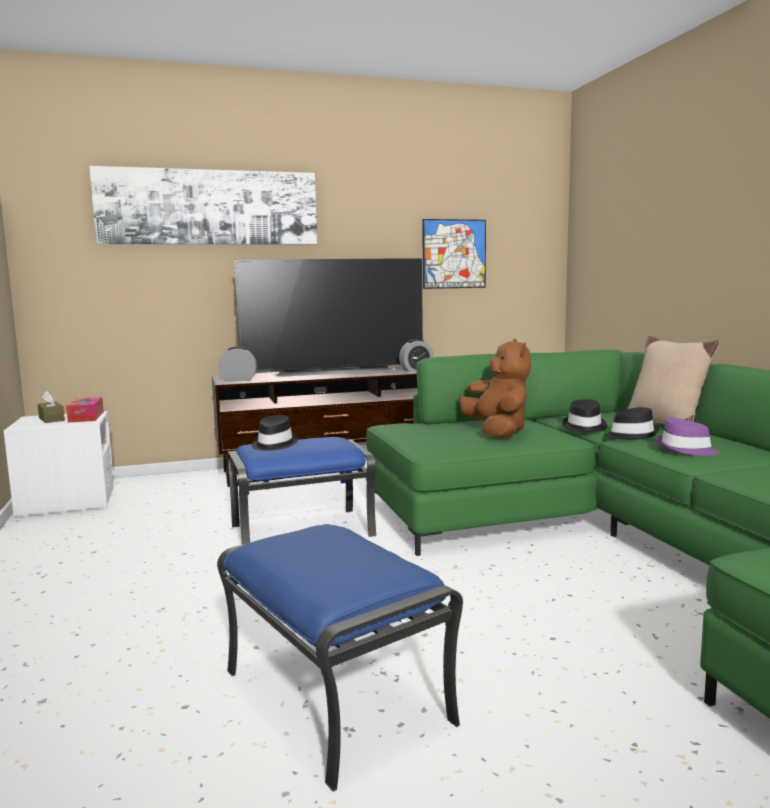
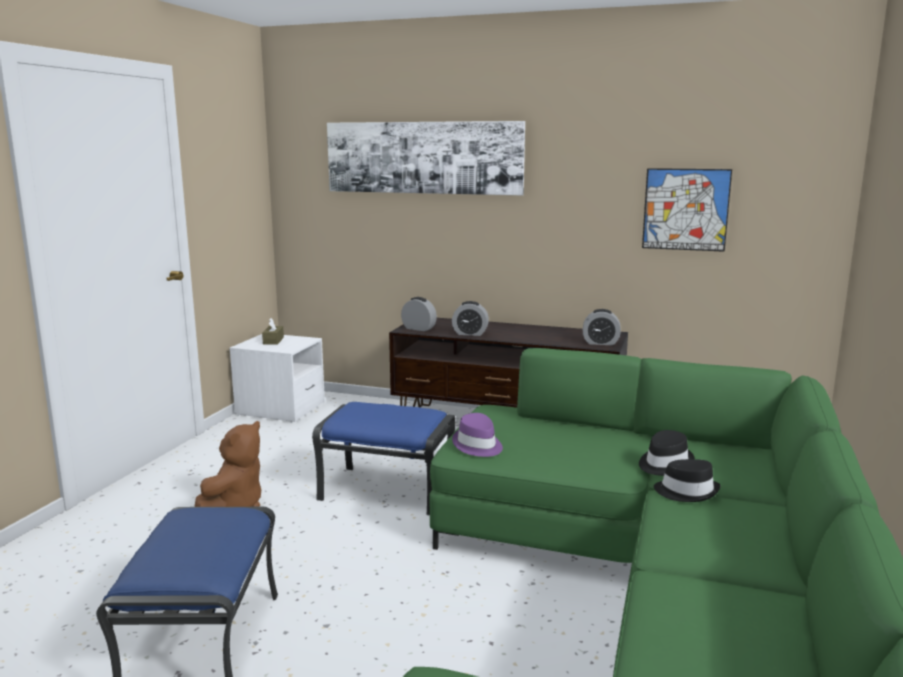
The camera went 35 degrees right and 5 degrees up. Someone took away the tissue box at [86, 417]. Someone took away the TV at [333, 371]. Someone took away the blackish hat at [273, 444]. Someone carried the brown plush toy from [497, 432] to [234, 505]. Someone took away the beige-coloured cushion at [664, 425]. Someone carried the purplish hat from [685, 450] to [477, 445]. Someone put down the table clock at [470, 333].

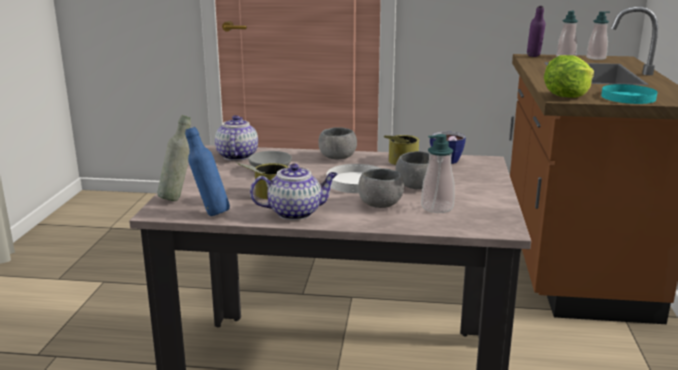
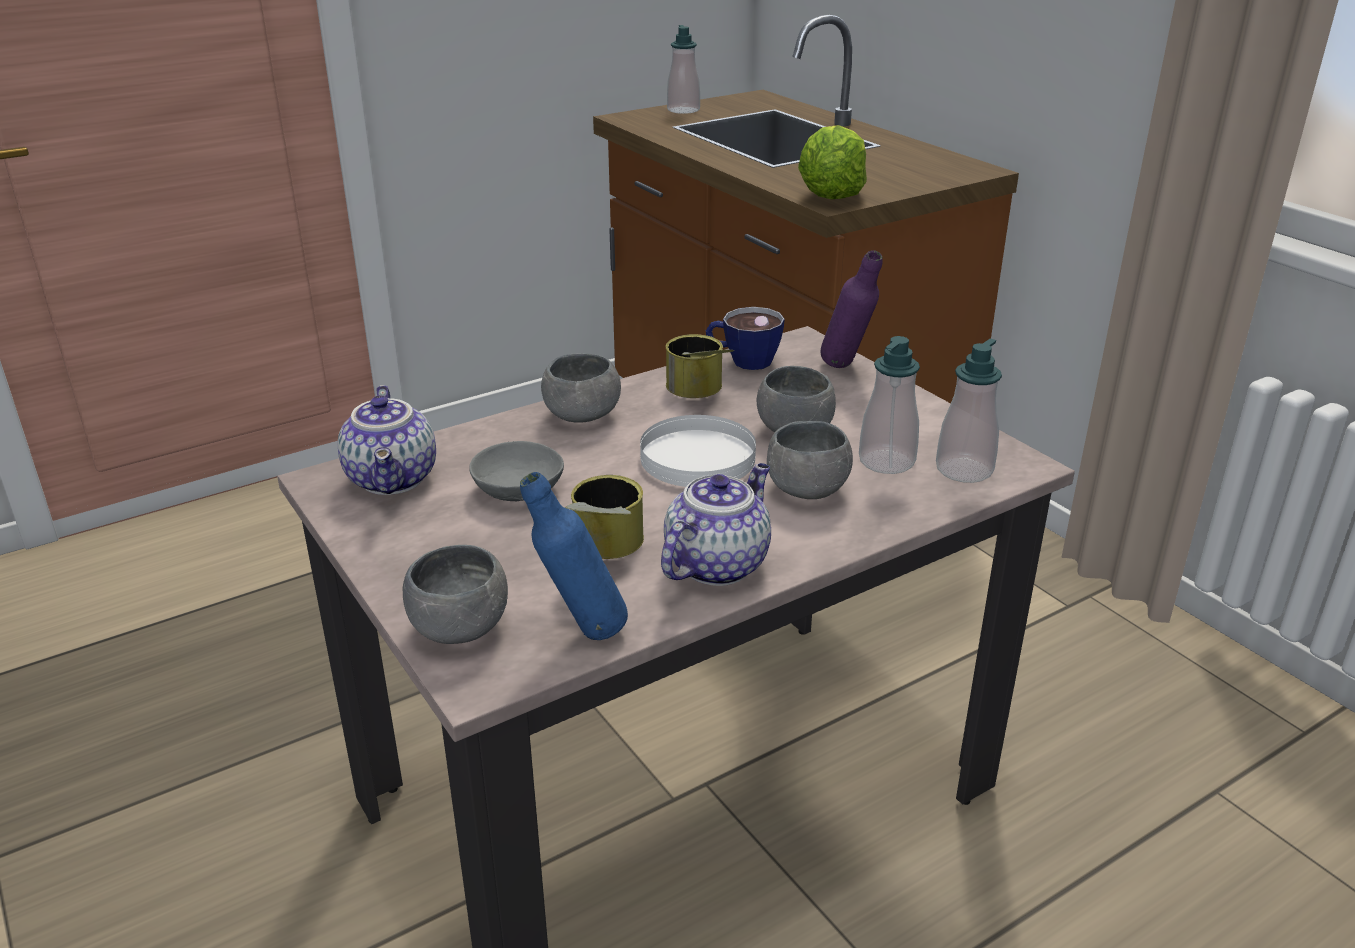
The camera went 40 degrees left and 10 degrees up. Someone swapped the grey beverage bottle at [178, 198] for the grey deep dish at [459, 627]. Someone rotated the tea pot at [236, 156] by 150 degrees counterclockwise. Someone carried the purplish beverage bottle from [534, 57] to [846, 369]. Someone carried the soap bottle from [596, 58] to [964, 470]. Someone took away the turquoise-coloured flat dish at [628, 97].

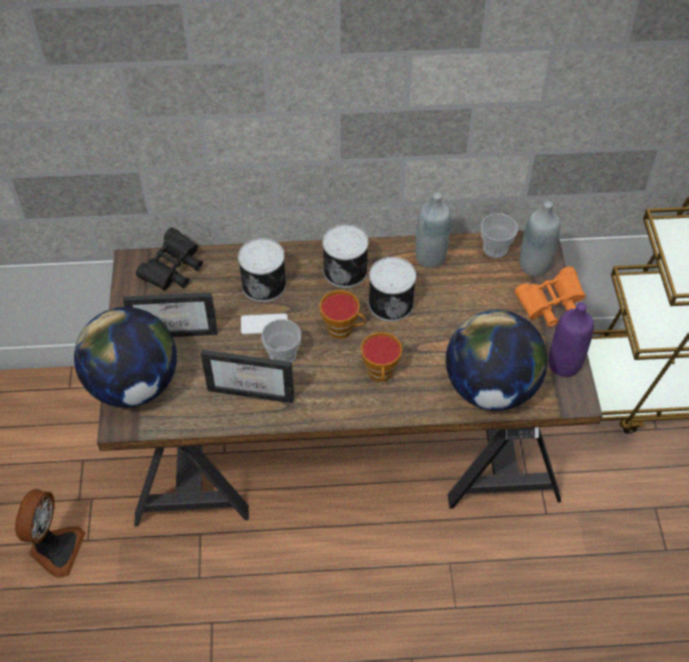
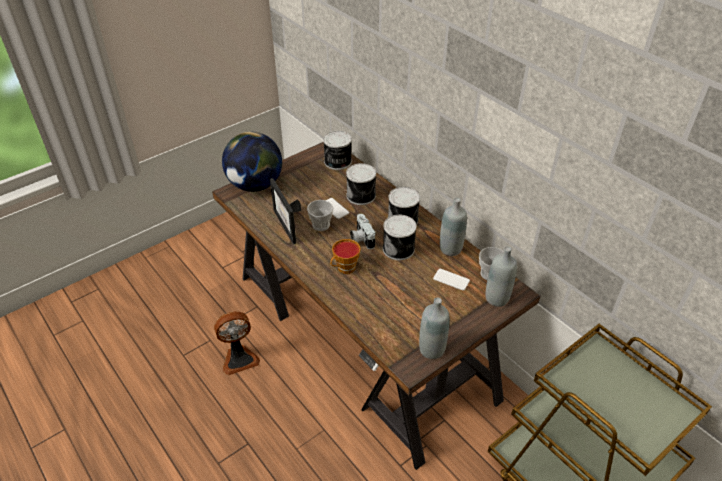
The camera went 55 degrees right and 10 degrees down. Someone carried the fan from [55, 549] to [239, 358]. Someone took away the photo frame at [177, 328]. Someone swapped the blackish pair of binoculars at [173, 270] for the metal can at [337, 162]. Someone swapped the cup at [343, 329] for the photo camera at [361, 239]. Someone took away the globe at [490, 388]. Someone took away the orange-coloured pair of binoculars at [550, 306]. Someone repainted the purplish beverage bottle at [564, 364], which became the grey beverage bottle at [431, 349]. Someone put down the handset at [451, 280].

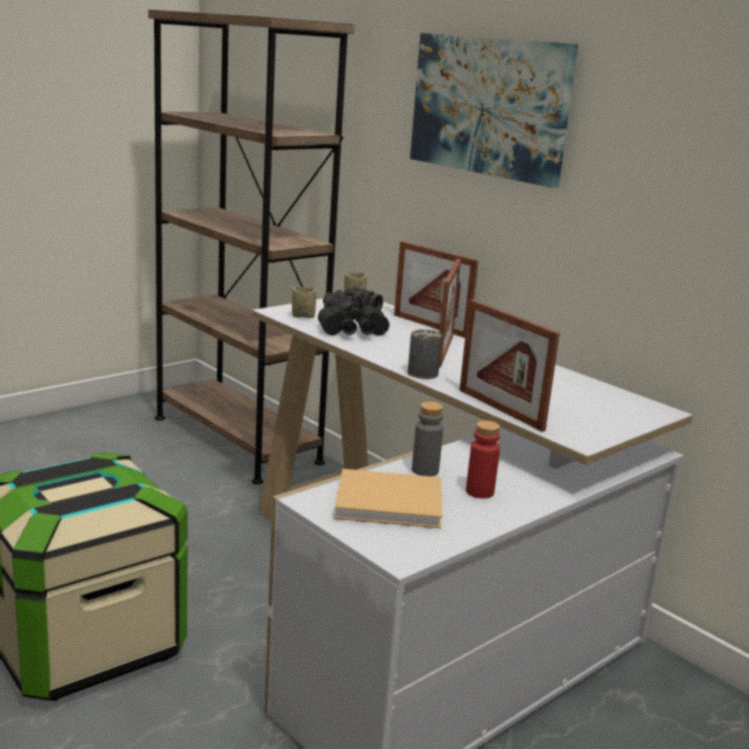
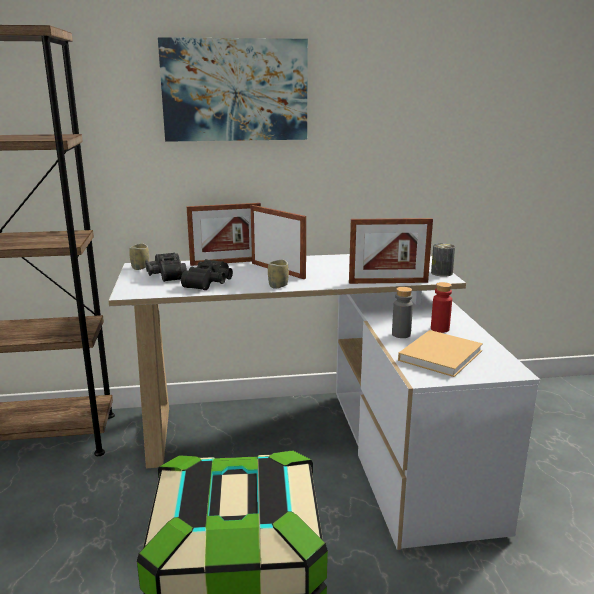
The camera went 55 degrees left and 0 degrees up. Someone carried the cup from [303, 316] to [278, 286]. Someone carried the metal can from [422, 373] to [441, 273].

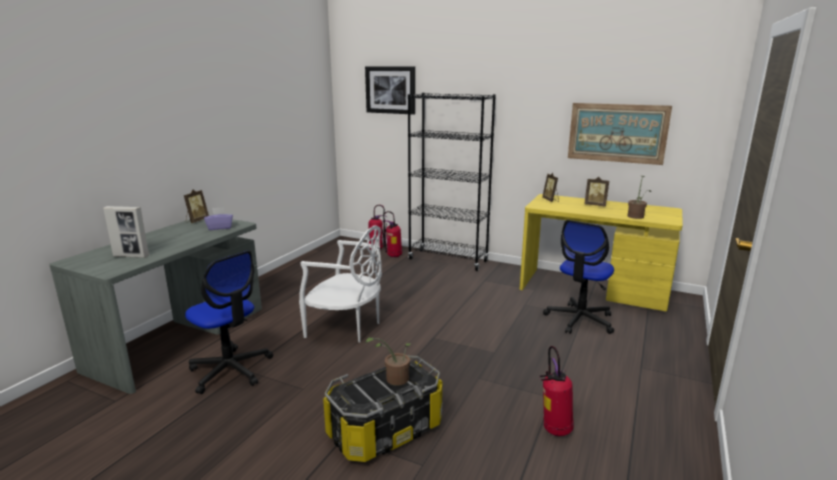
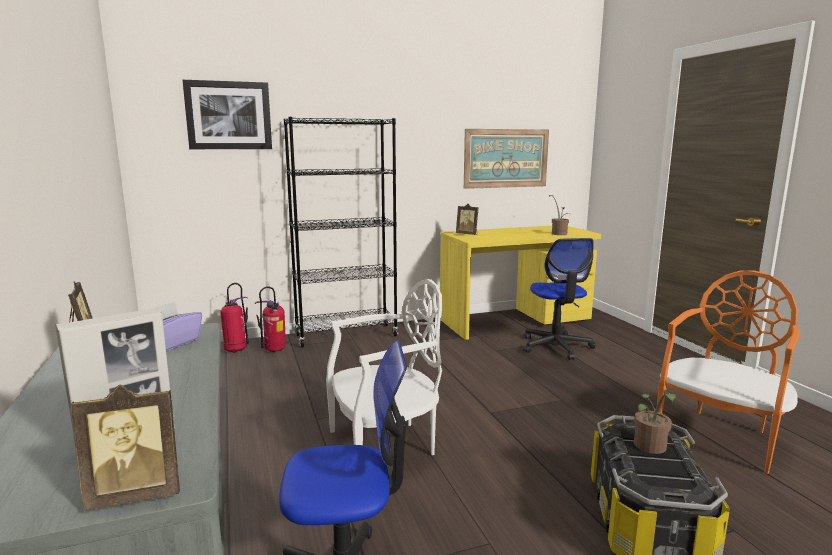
The camera went 45 degrees left and 5 degrees down. Someone swapped the fire-fighting cylinder at [554, 429] for the orange-coloured plain chair at [720, 436]. Someone carried the photo frame from [595, 205] to [137, 494].

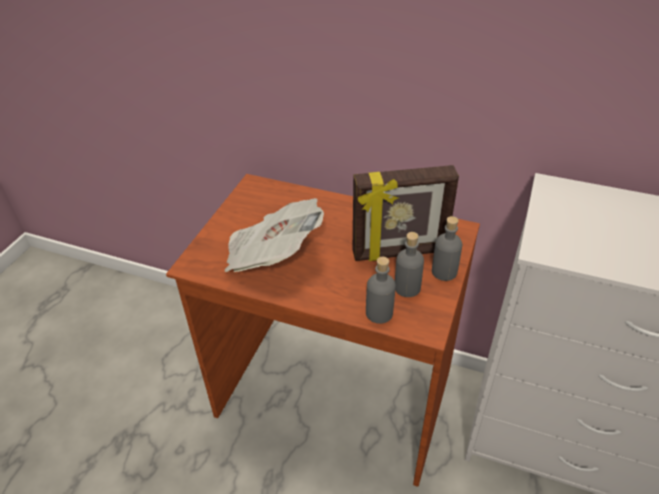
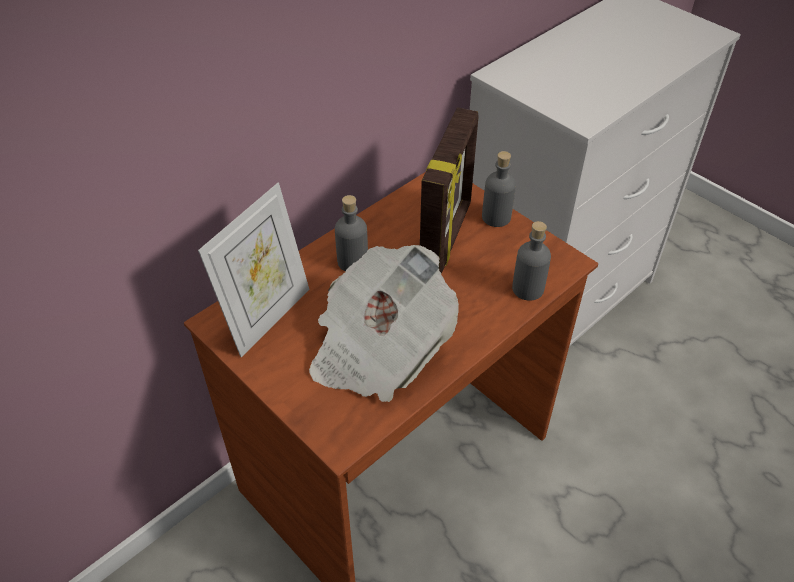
The camera went 65 degrees left and 5 degrees up. Someone carried the grey beverage bottle from [407, 288] to [352, 262]. Someone put down the photo frame at [267, 317].

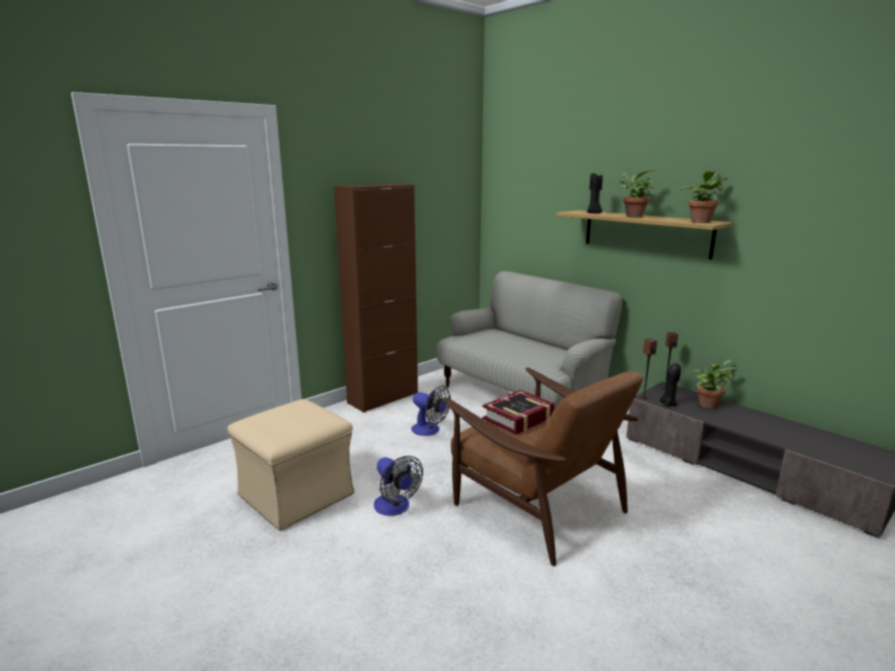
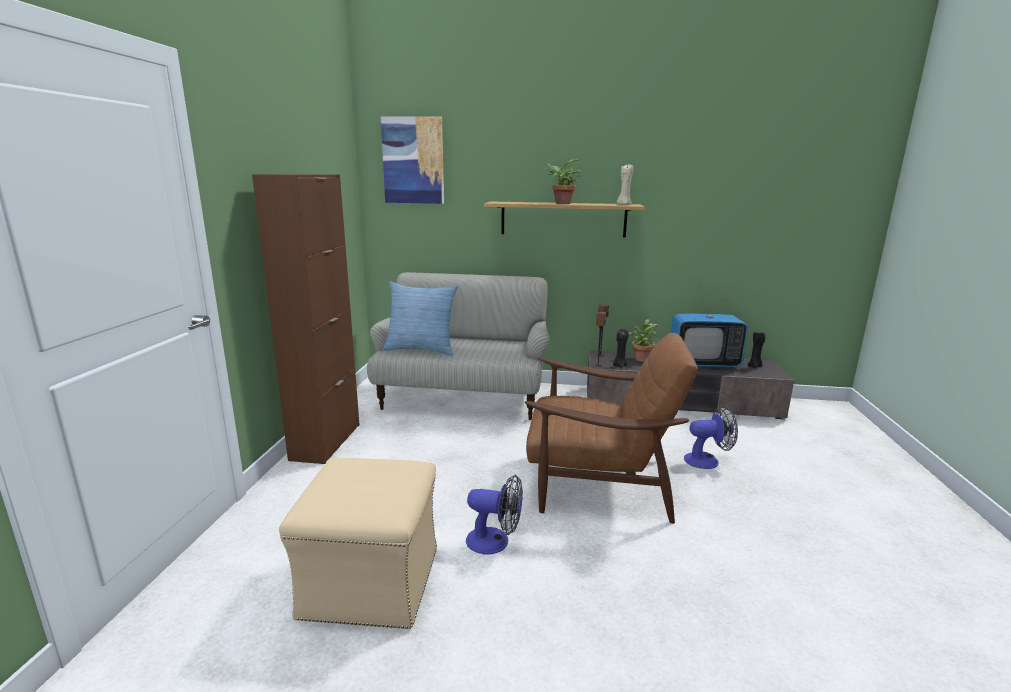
The camera went 40 degrees left and 0 degrees up. Someone carried the fan from [430, 430] to [707, 460]. Someone took away the bound book at [518, 418]. Someone carried the blackish wax light from [594, 213] to [754, 366]. Someone swapped the potted plant at [700, 221] for the beige-coloured wax light at [623, 204]. Someone put up the picture at [413, 160]. Someone put down the cushion at [421, 349]. Someone put down the TV at [703, 364].

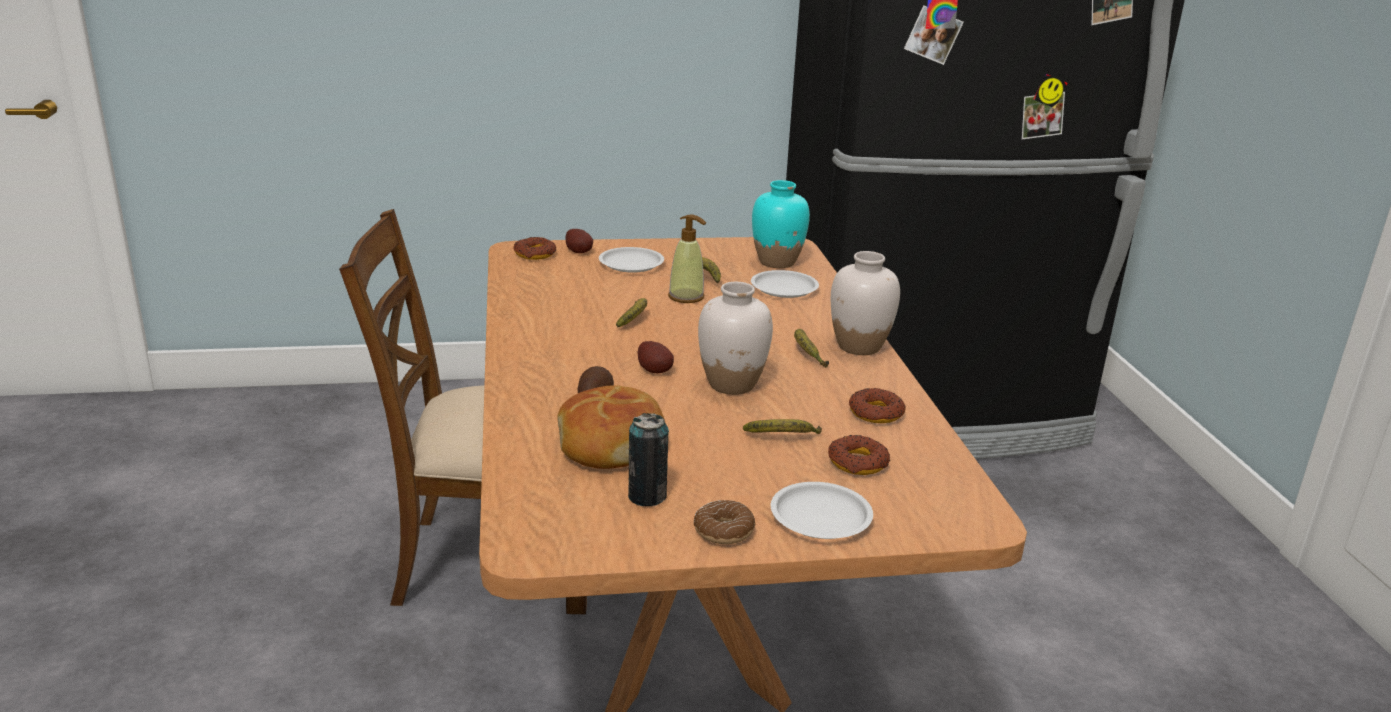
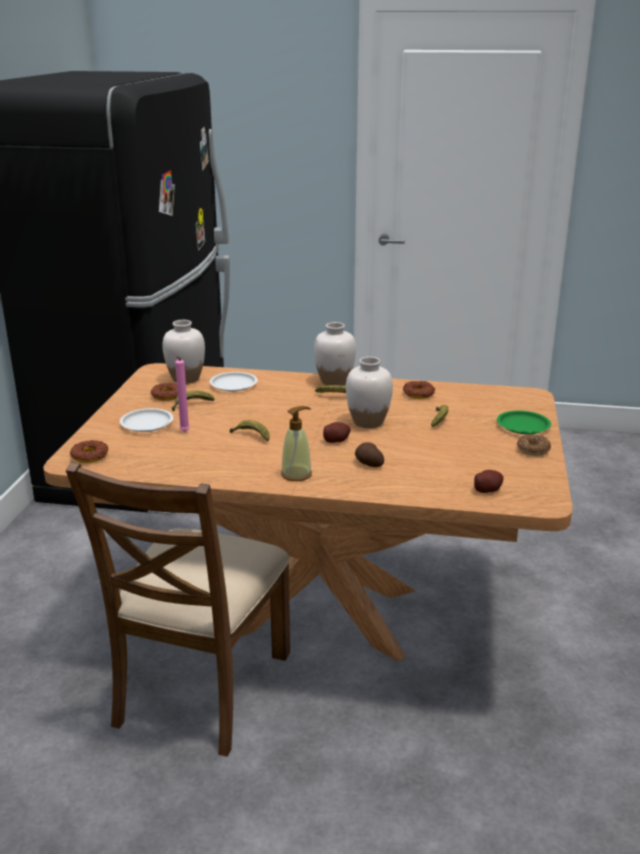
The camera went 70 degrees left and 0 degrees up. Someone took away the bread at [612, 444]. Someone carried the whole potato from [579, 251] to [487, 490]. Someone took away the metal can at [647, 496]. Someone carried the soap bottle from [686, 297] to [296, 474]. Someone repainted the turquoise-coloured flower vase at [777, 262], which became the whitish flower vase at [185, 379]. Someone repainted the whitish flat dish at [819, 517], which became the green-coloured flat dish at [523, 426]. Someone carried the ring doughnut from [858, 462] to [167, 396]. Someone put down the pinkish wax light at [184, 432].

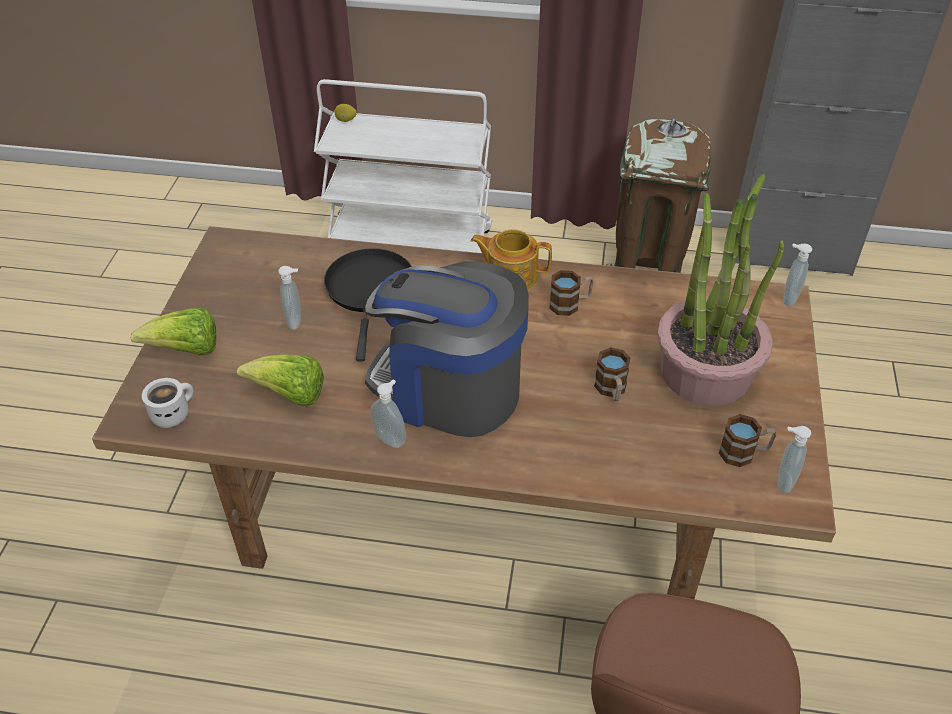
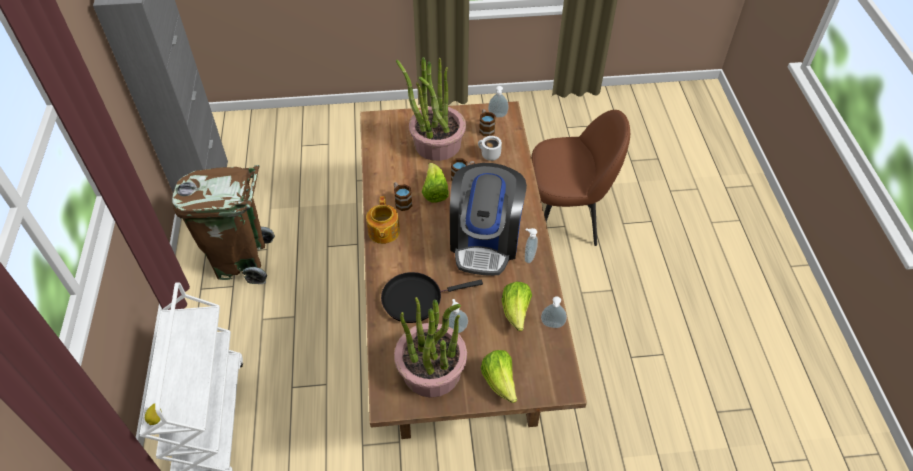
The camera went 105 degrees left and 5 degrees up. Someone carried the whitish tea mug from [172, 413] to [489, 155]. Someone carried the soap bottle from [788, 299] to [552, 325]. Someone put down the potted plant at [432, 371]. Someone put down the head of lettuce at [434, 192].

